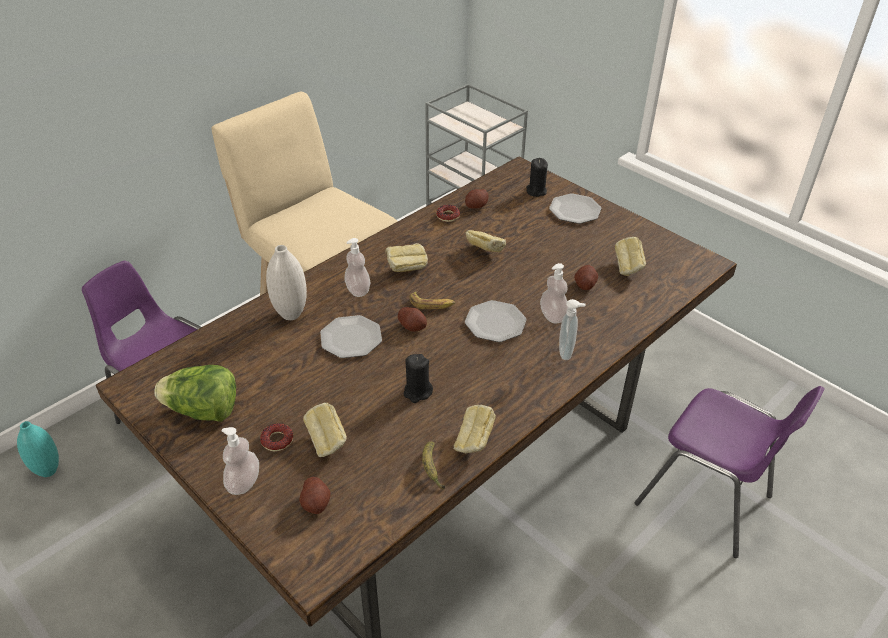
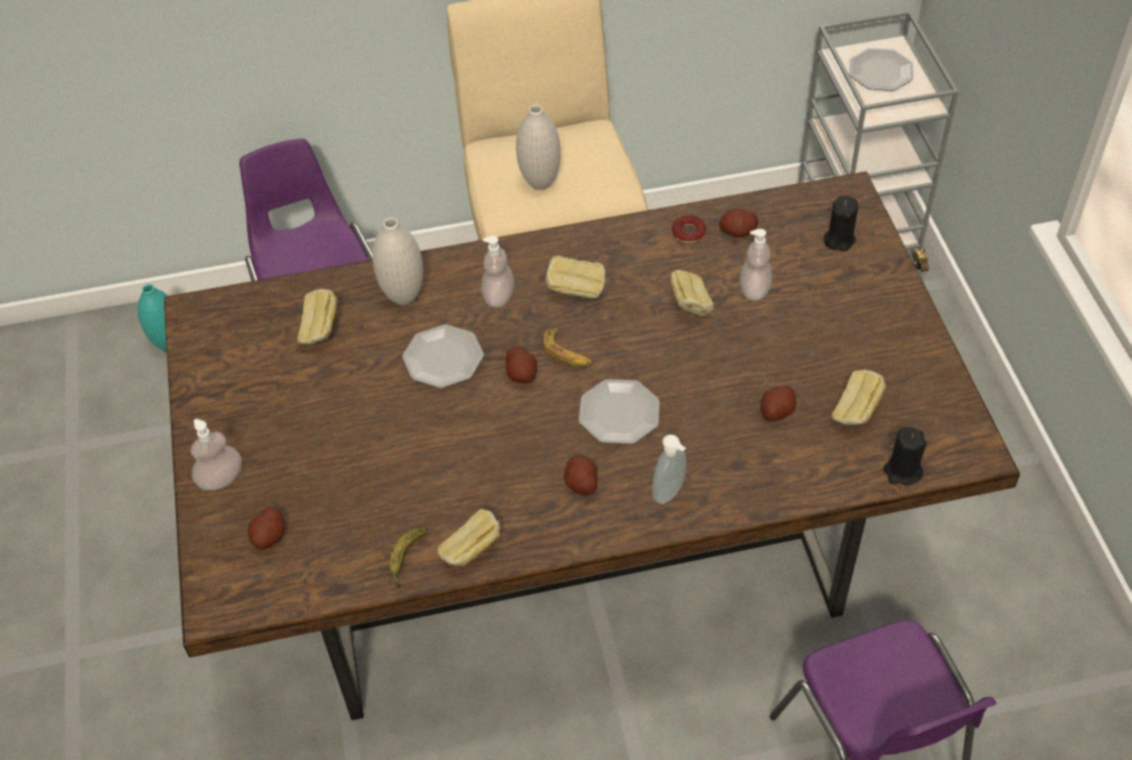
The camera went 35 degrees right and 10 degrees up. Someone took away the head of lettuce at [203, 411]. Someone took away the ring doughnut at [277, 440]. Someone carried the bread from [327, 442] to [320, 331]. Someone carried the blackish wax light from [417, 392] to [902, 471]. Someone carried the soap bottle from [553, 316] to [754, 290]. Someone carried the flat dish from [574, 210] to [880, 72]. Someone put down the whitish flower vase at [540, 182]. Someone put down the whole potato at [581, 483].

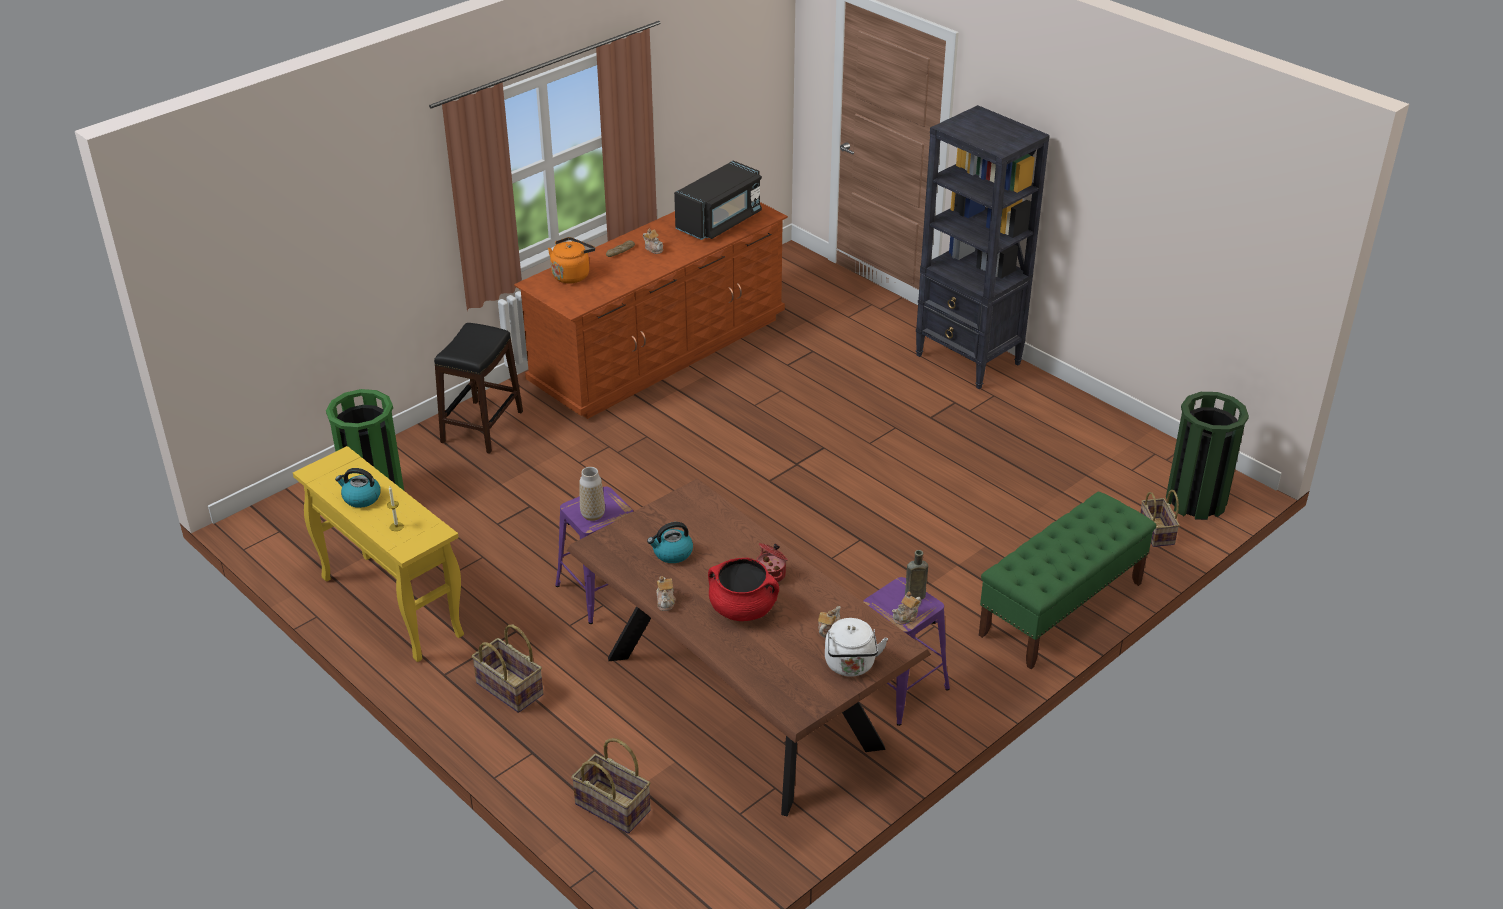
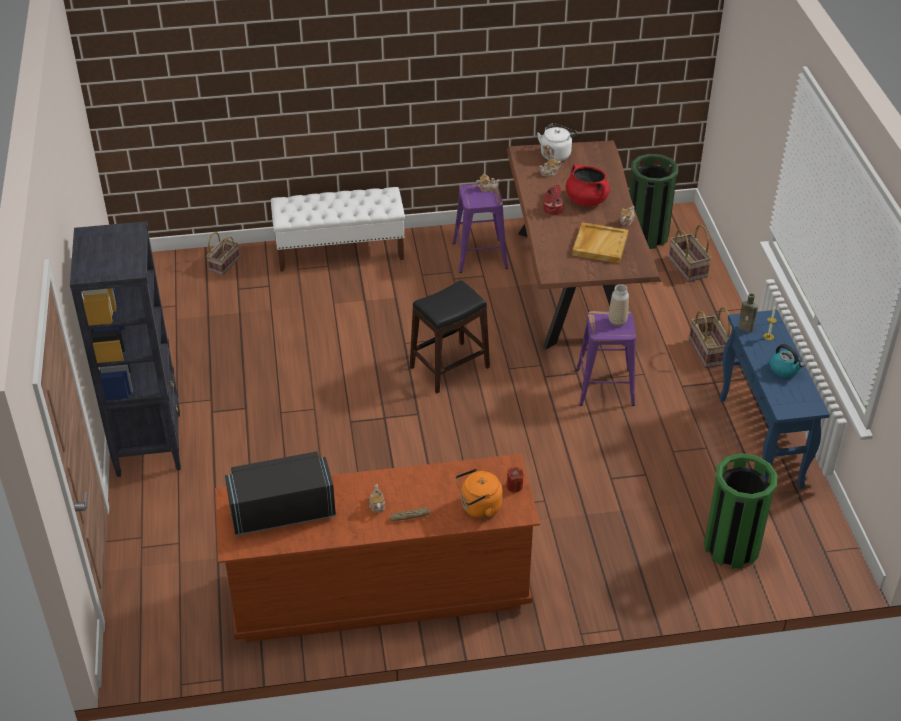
The camera went 145 degrees left and 5 degrees up. Someone repainted the yellowish console table at [390, 606], which became the blue-coloured console table at [761, 443]. Someone carried the blackish sitting stool from [481, 427] to [450, 367]. Someone swapped the kettle at [672, 553] for the beige-coloured carrying tray at [599, 244]. Someone carried the brown beverage bottle from [913, 596] to [746, 329]. Someone repainted the green-coloured long seat at [1061, 609], which became the whitish long seat at [340, 251]. Someone carried the green-coloured rubbish bin from [1196, 501] to [646, 235]. Someone put down the red wax light at [514, 486].

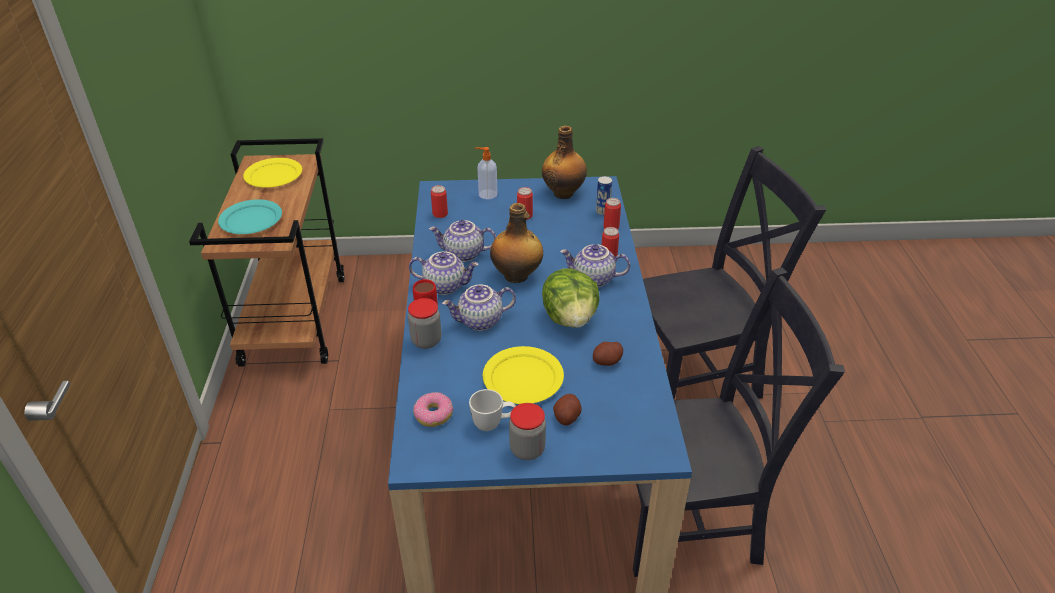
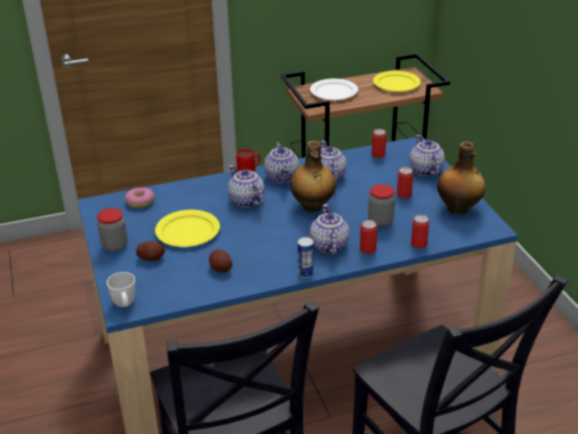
The camera went 75 degrees right and 5 degrees down. Someone repainted the turquoise-coloured flat dish at [250, 220], which became the whitish flat dish at [333, 92]. Someone carried the jar from [426, 341] to [380, 221]. Someone carried the whitish tea mug from [493, 424] to [125, 305]. Someone swapped the soap bottle at [487, 194] for the tea pot at [424, 170]. Someone took away the head of lettuce at [570, 318]. Someone carried the metal can from [602, 211] to [305, 274].

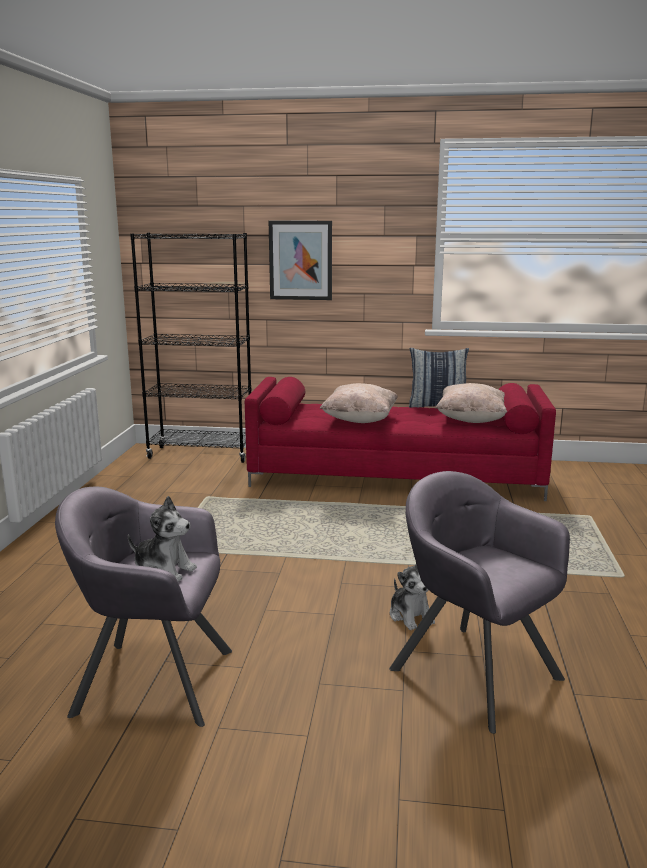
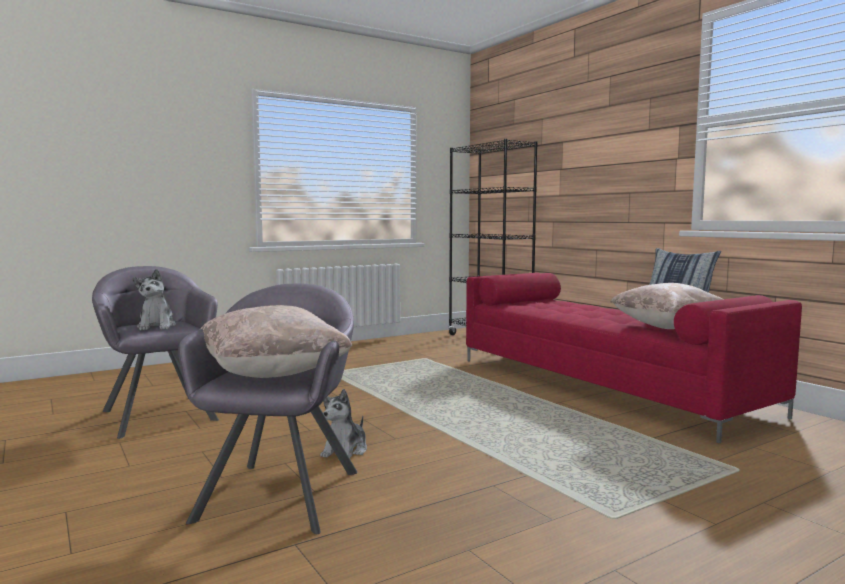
The camera went 50 degrees right and 10 degrees down. Someone took away the picture at [300, 260]. Someone carried the beige-coloured cushion from [360, 420] to [273, 373].

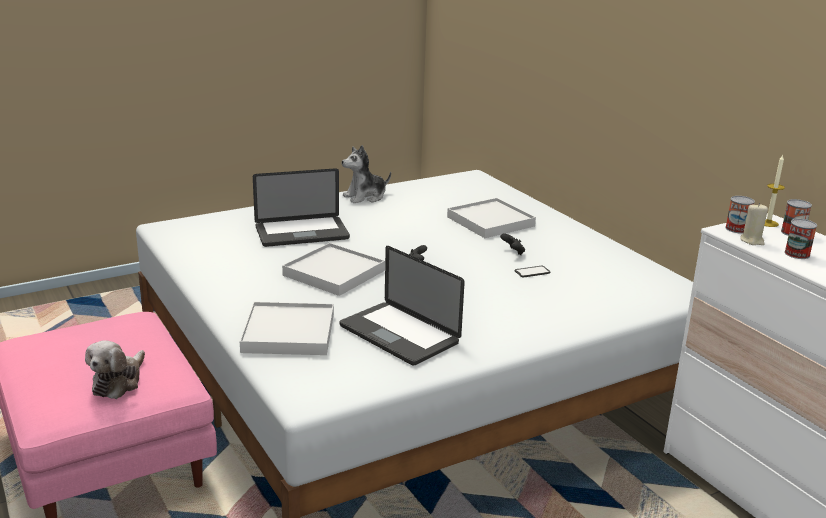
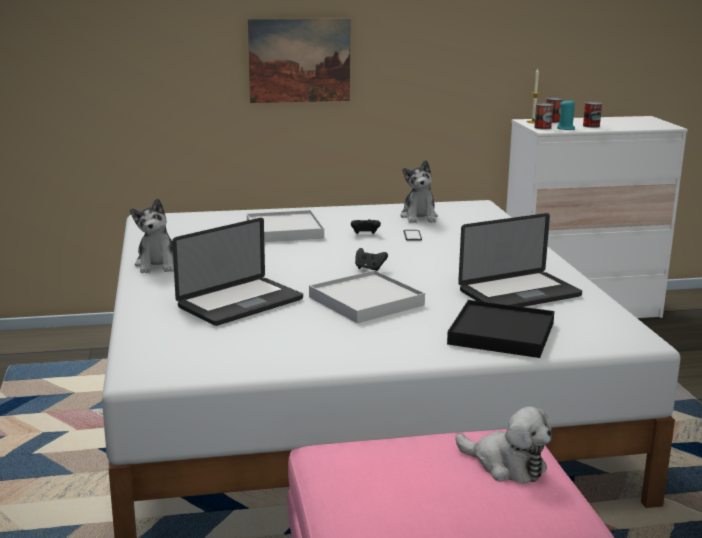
The camera went 70 degrees left and 5 degrees down. Someone repainted the whitish carrying tray at [288, 333], which became the blackish carrying tray at [501, 334]. Someone rotated the notebook computer at [302, 233] by 45 degrees clockwise. Someone repainted the beige-coloured wax light at [752, 241], which became the turquoise-coloured wax light at [566, 128]. Someone put up the picture at [299, 60]. Someone put down the plush toy at [419, 217].

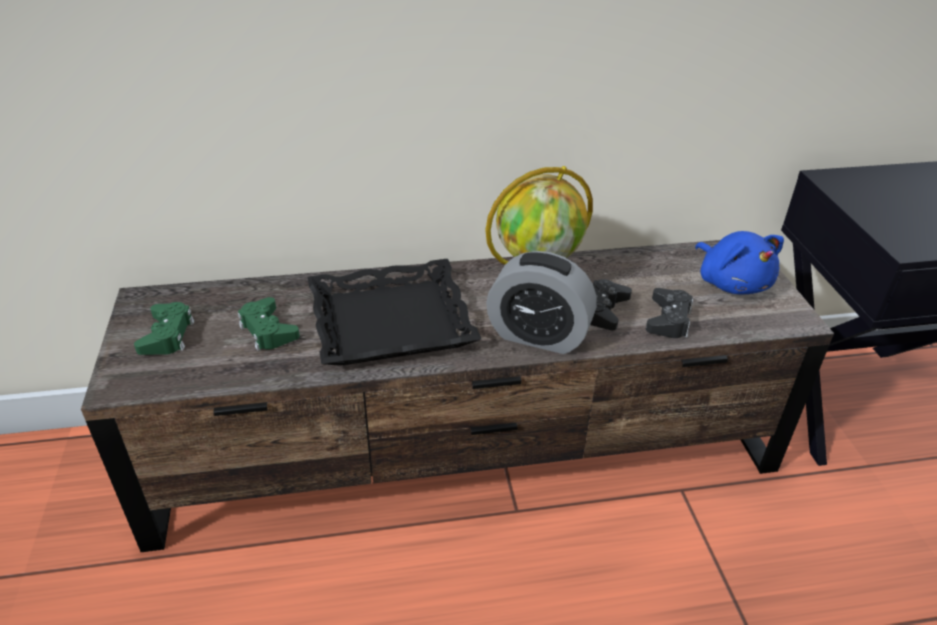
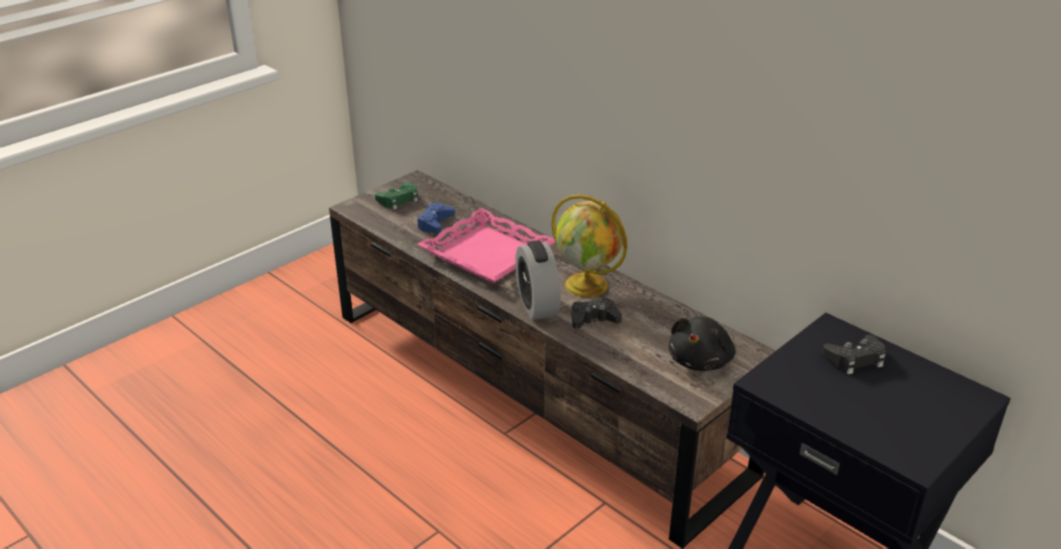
The camera went 55 degrees right and 5 degrees down. Someone repainted the green-coloured gamepad at [268, 330], which became the blue-coloured gamepad at [435, 223]. Someone repainted the blackish carrying tray at [391, 321], which became the pinkish carrying tray at [488, 253]. Someone carried the blackish gamepad from [668, 320] to [855, 359]. Someone repainted the blue-coloured plush toy at [732, 282], which became the blackish plush toy at [701, 361].

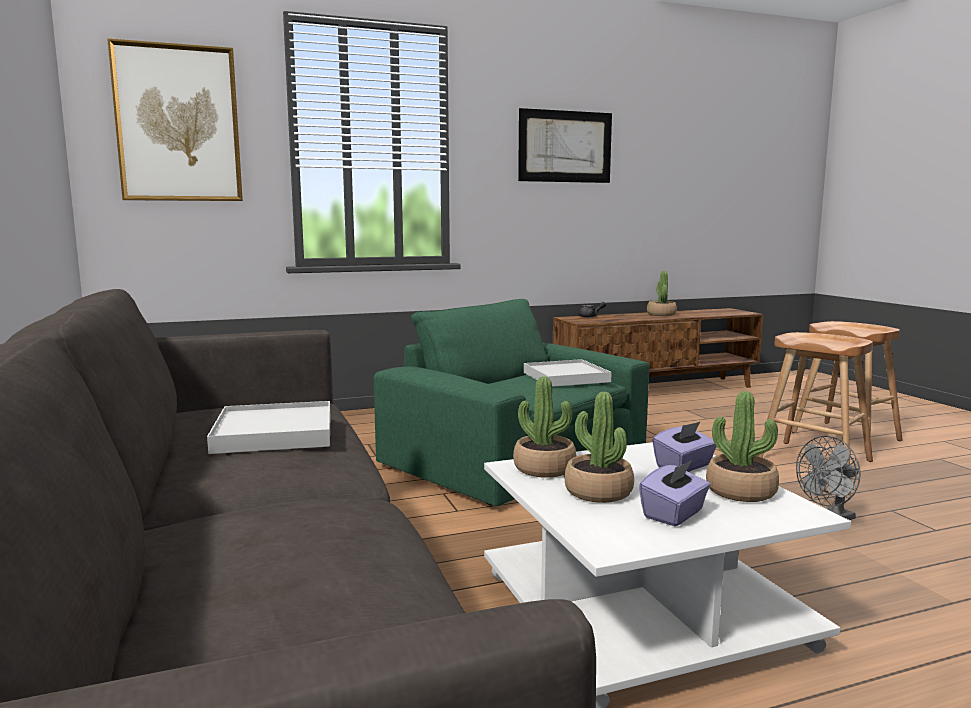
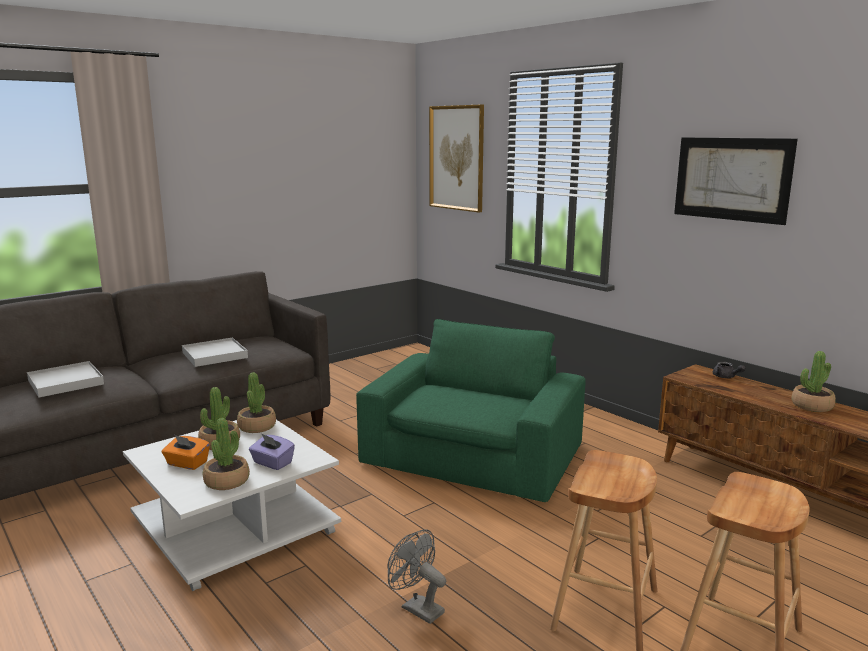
The camera went 70 degrees right and 5 degrees up. Someone carried the whitish carrying tray from [566, 377] to [65, 382]. Someone repainted the purplish tissue box at [674, 514], which became the orange-coloured tissue box at [187, 464].

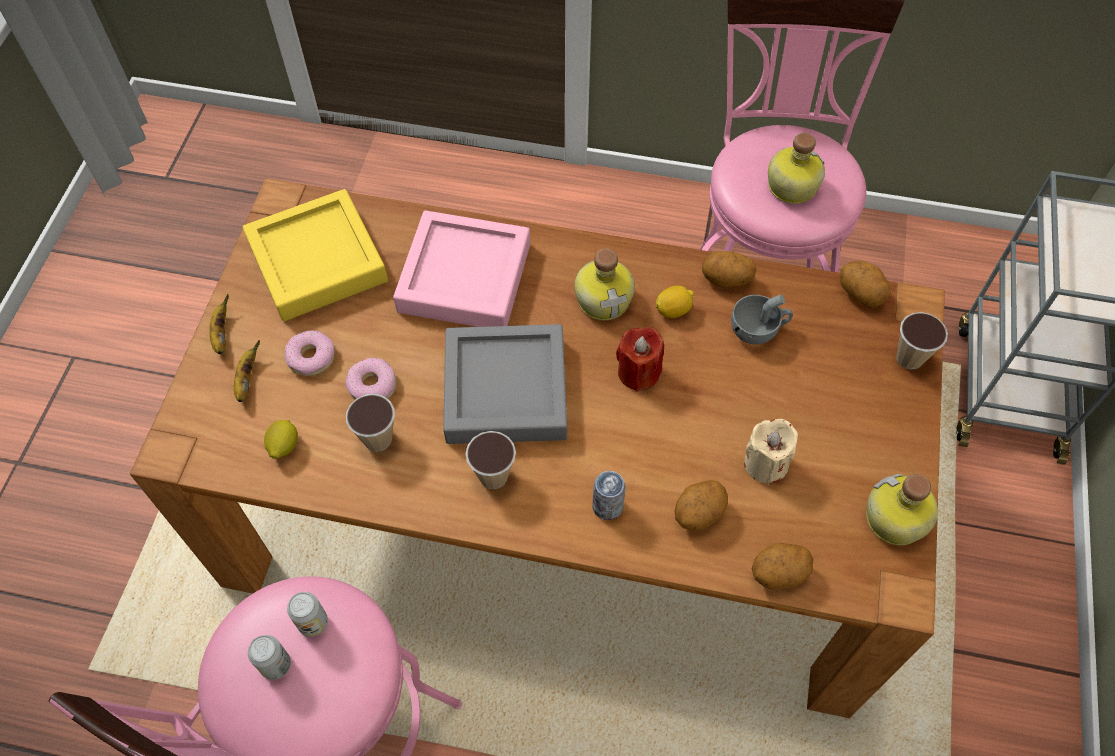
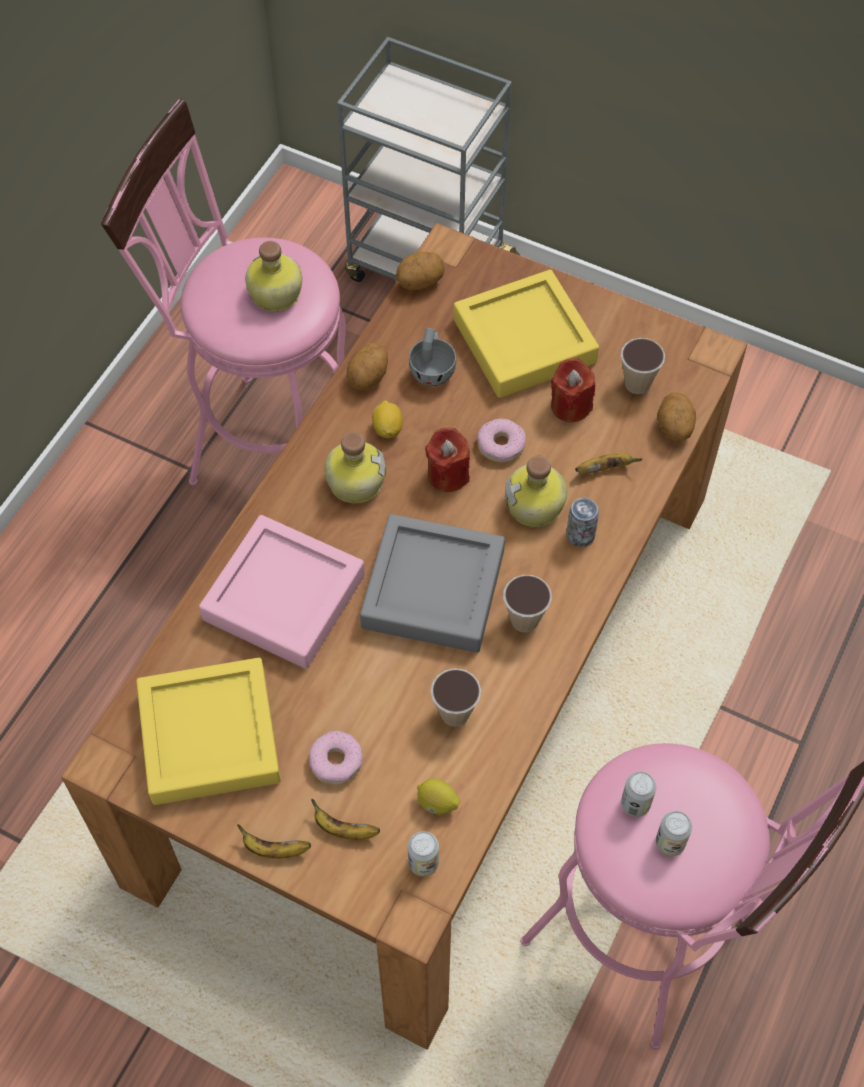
The camera went 75 degrees left and 0 degrees up. Someone carried the ring doughnut from [372, 385] to [501, 445]. Someone swapped the whole potato at [698, 513] for the banana fruit at [604, 469]. Someone repainted the beige-coloured wax light at [766, 463], which became the red wax light at [570, 406]. Someone carried the beverage bottle from [894, 520] to [536, 506]. Someone carried the cup from [909, 358] to [637, 383]. Someone put down the metal can at [423, 863]. Someone put down the yellowish carrying tray at [524, 341].

